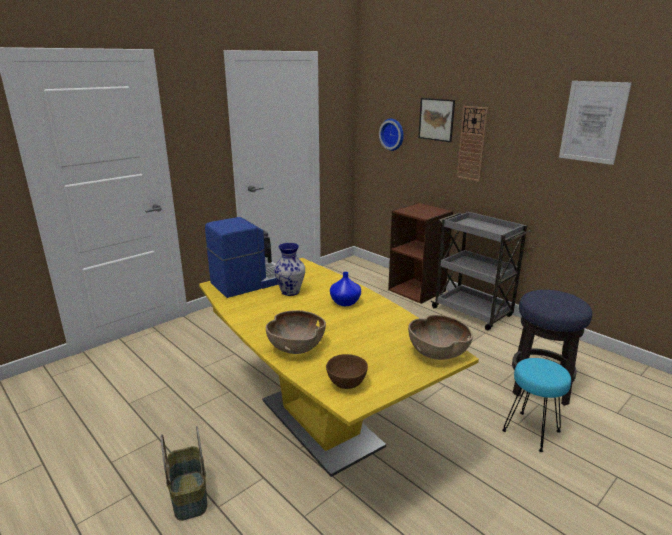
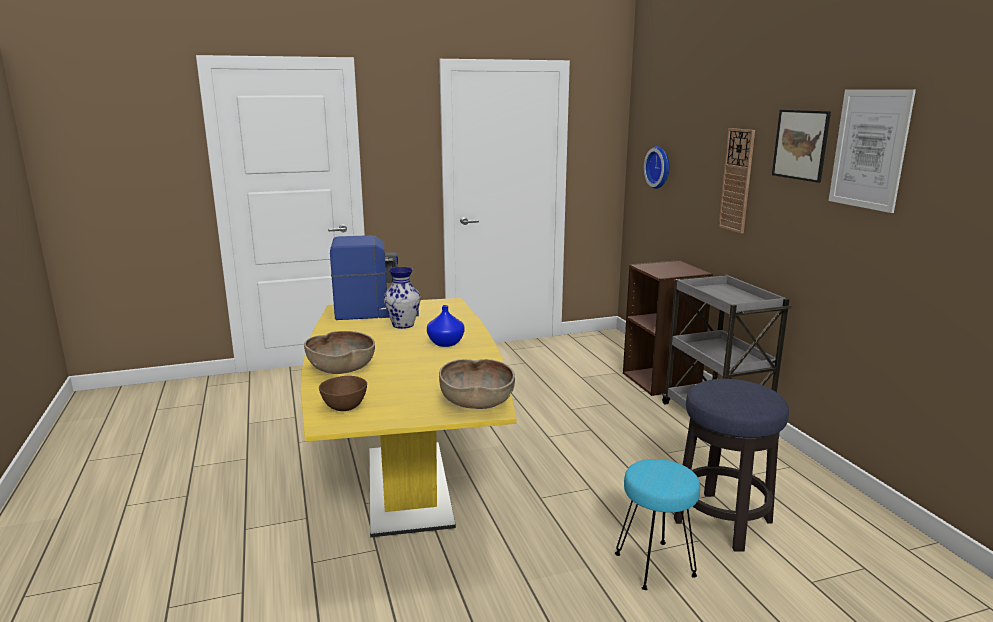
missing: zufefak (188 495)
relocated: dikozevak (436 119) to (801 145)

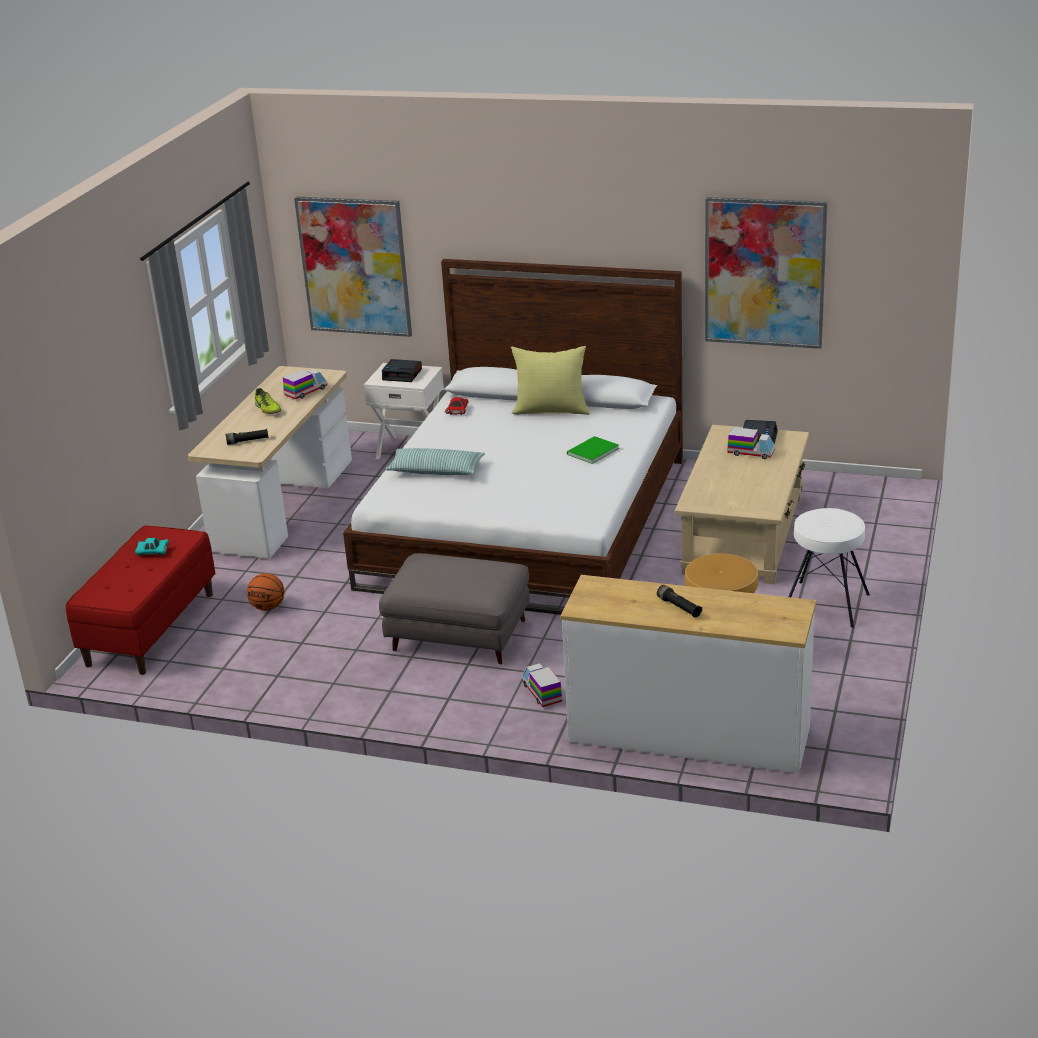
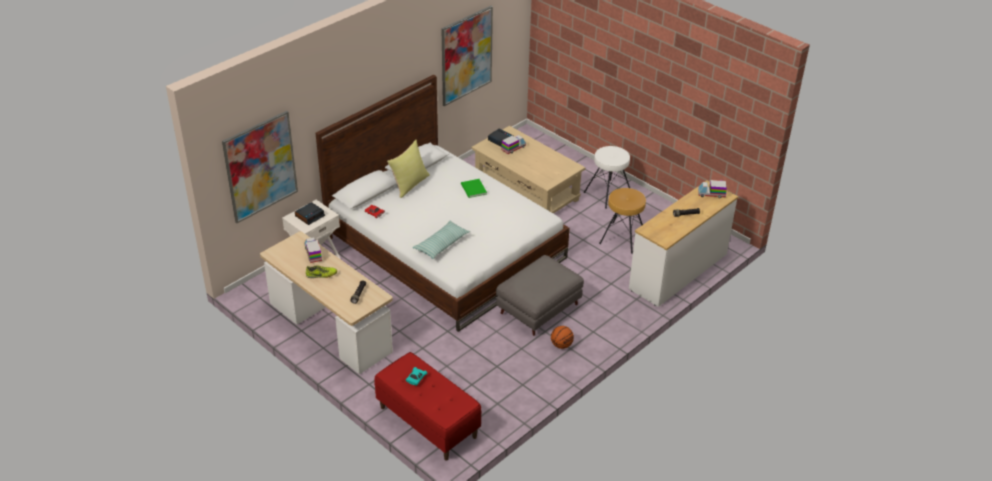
relocated: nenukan (268 607) to (561 345); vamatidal (542 693) to (711 194)

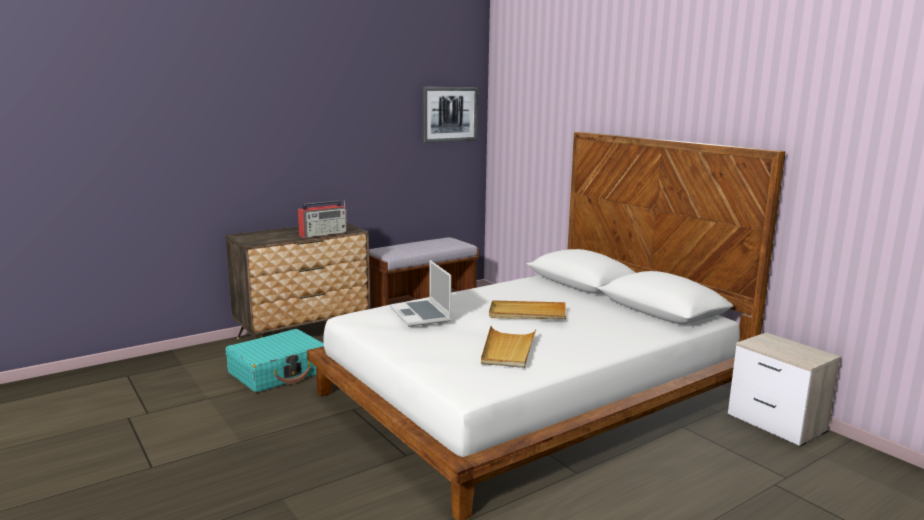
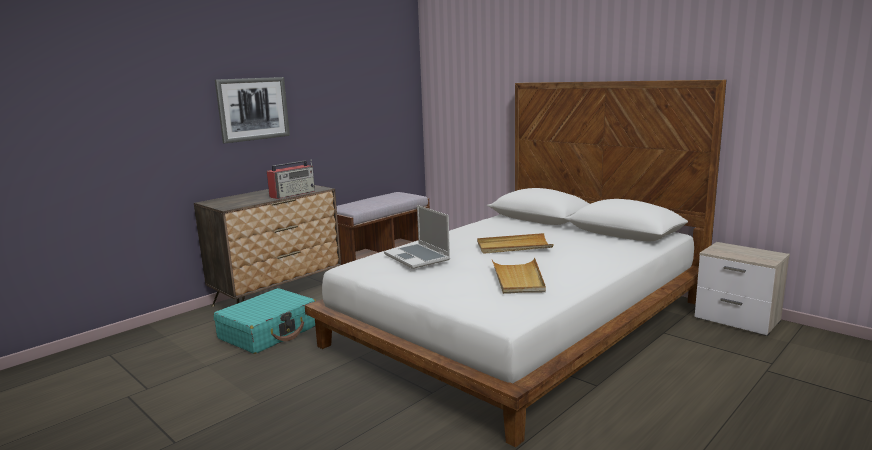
relocated: dikozevak (449 114) to (253 109)

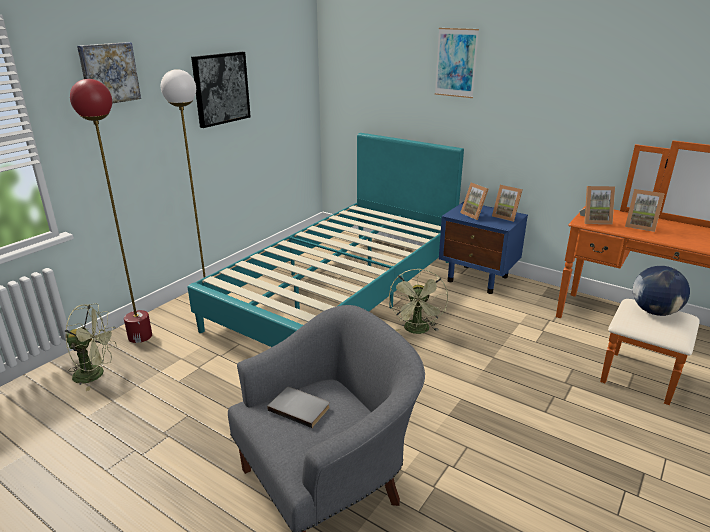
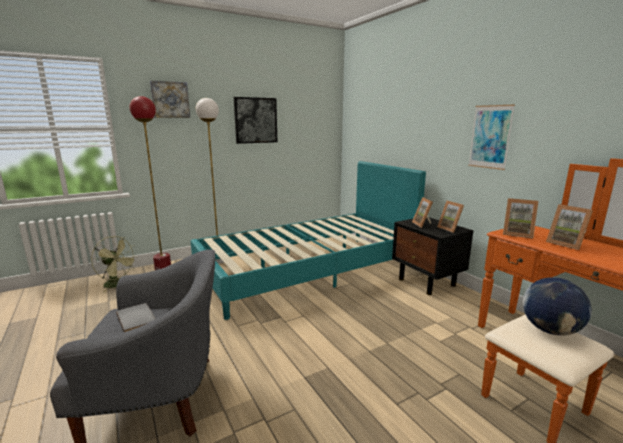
missing: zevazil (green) (417 331)
relocated: dikozevak (456 63) to (490 137)
colour: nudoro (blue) (478 279) to nudoro (black) (427 282)

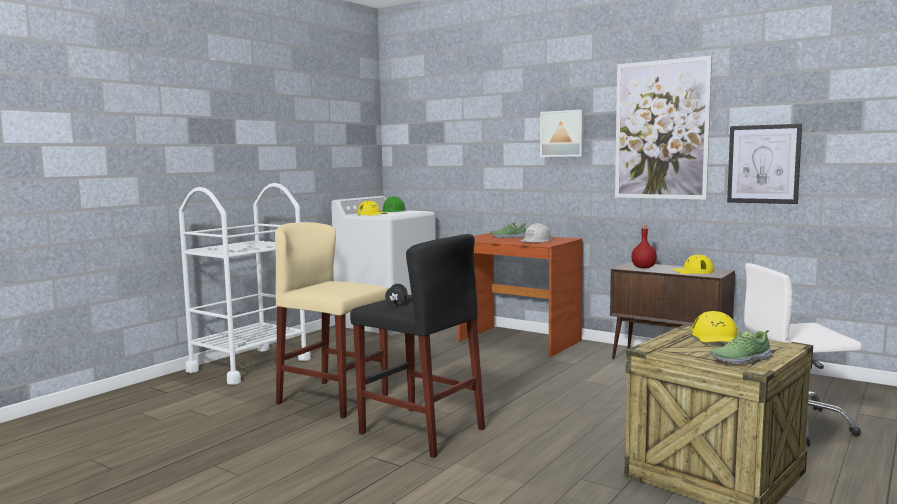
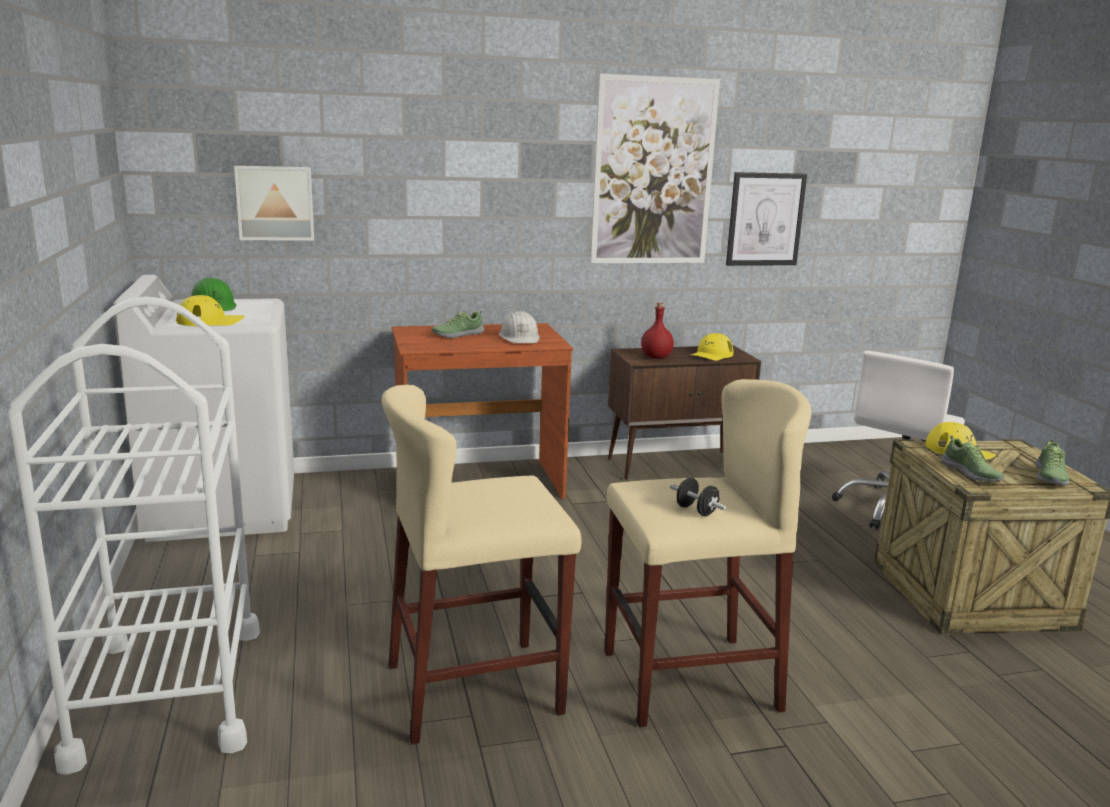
appeared: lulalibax (971 474)
relocated: dikozevak (563 133) to (275 203)
colour: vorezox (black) (421 431) to vorezox (beige) (689 680)

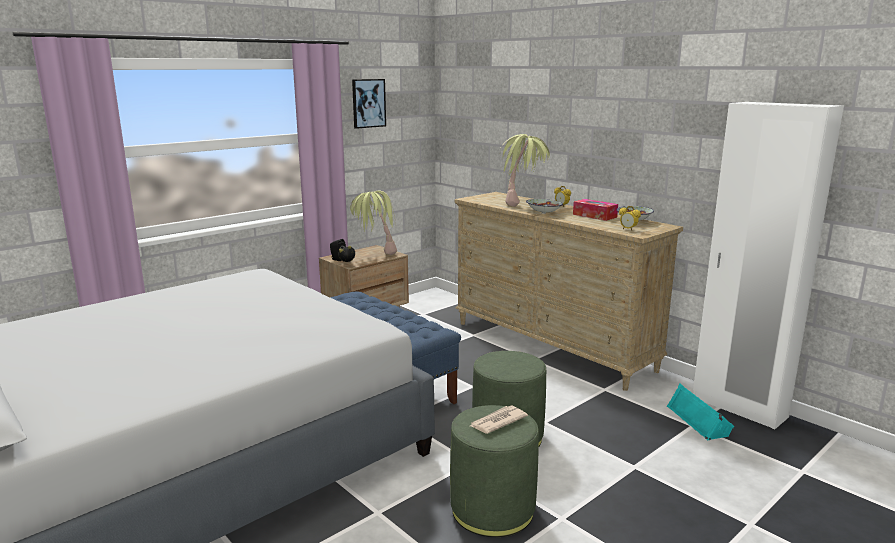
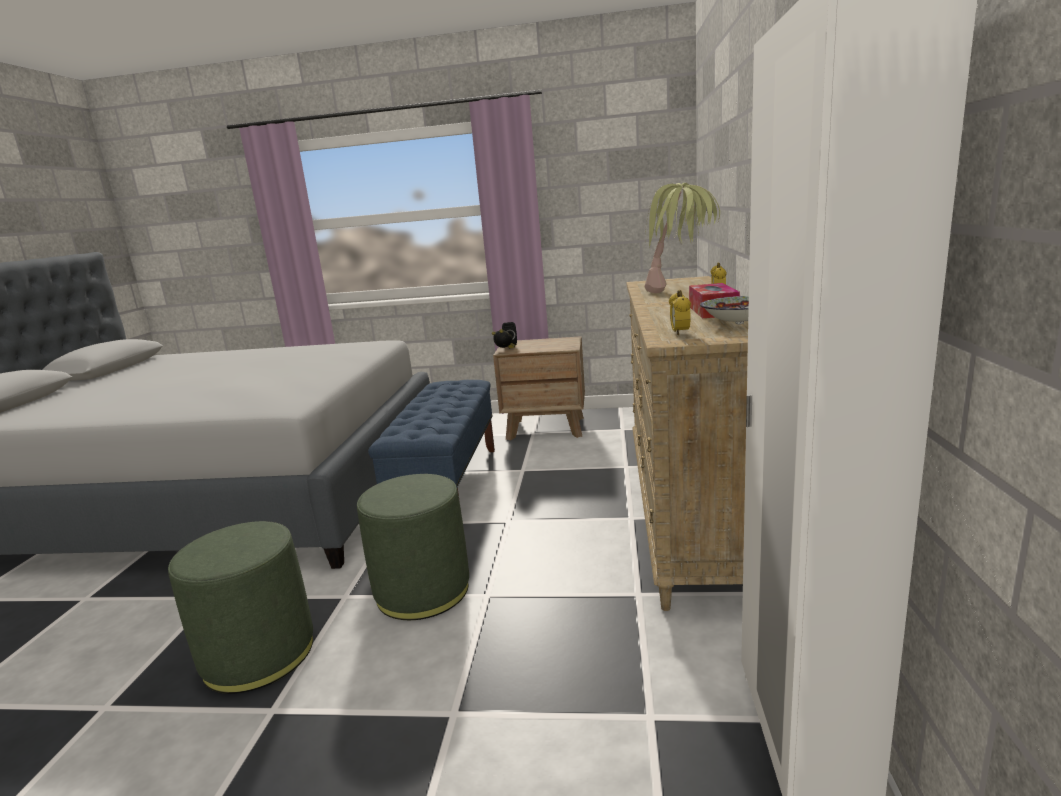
missing: dikozevak (368 103); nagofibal (374 255); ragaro (543 213); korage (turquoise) (699 420); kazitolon (497 422)

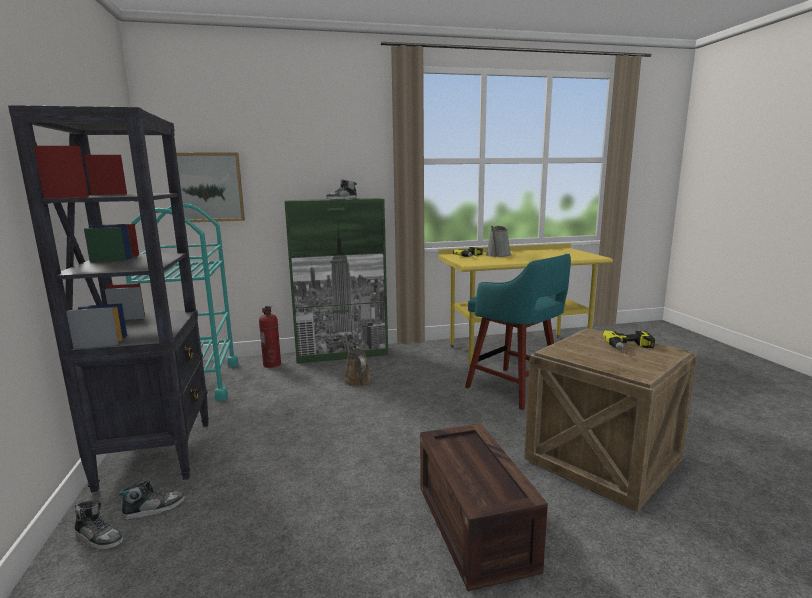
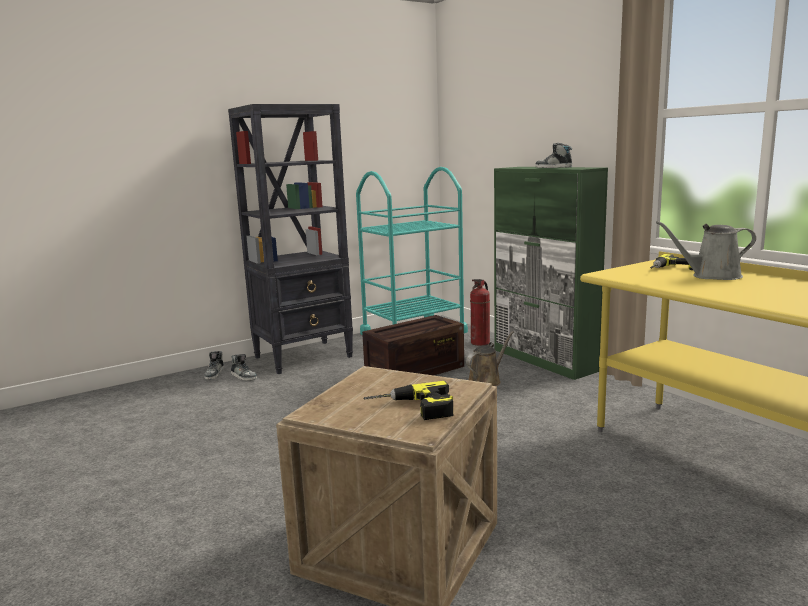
missing: dikozevak (206 187); vorezox (turquoise) (515 389)
relocated: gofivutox (477 527) to (414 371)

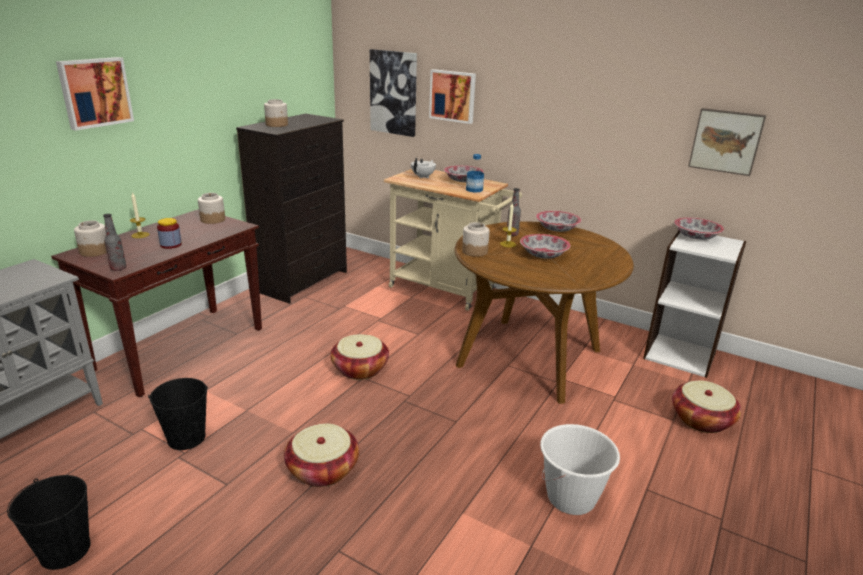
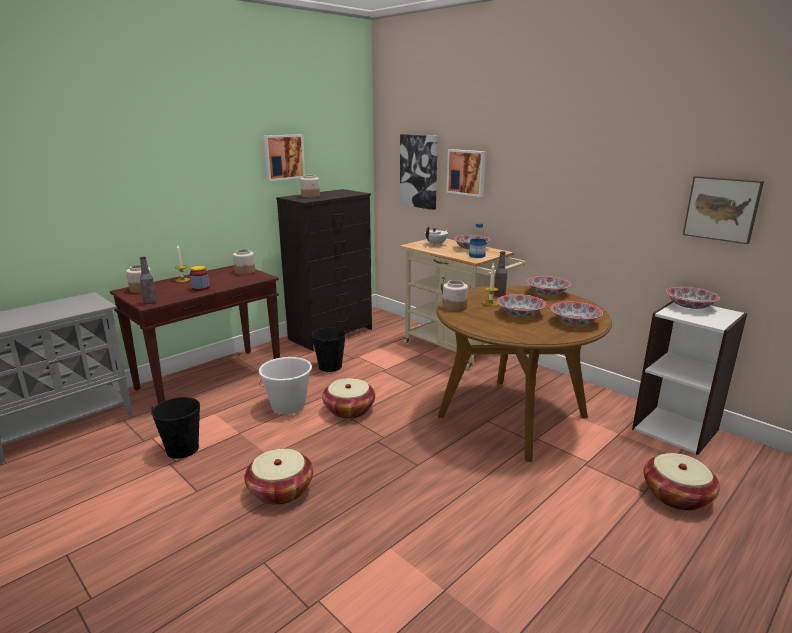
appeared: ragaro (574 322)
relocated: dikozevak (94 92) to (283 157); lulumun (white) (571 498) to (288 406); lulumun (black) (65 550) to (330 366)

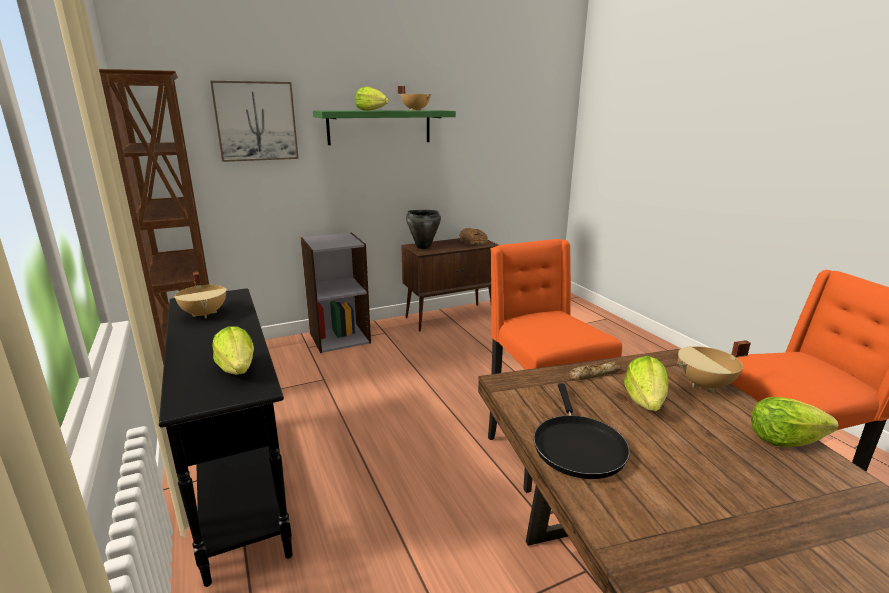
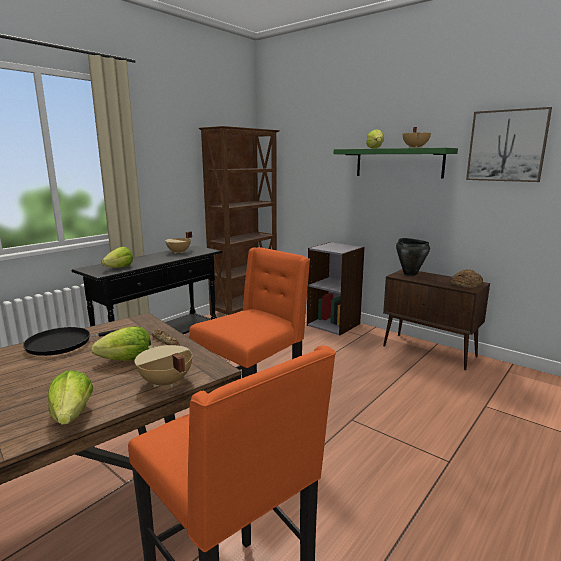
relocated: dikozevak (256 121) to (506 146)

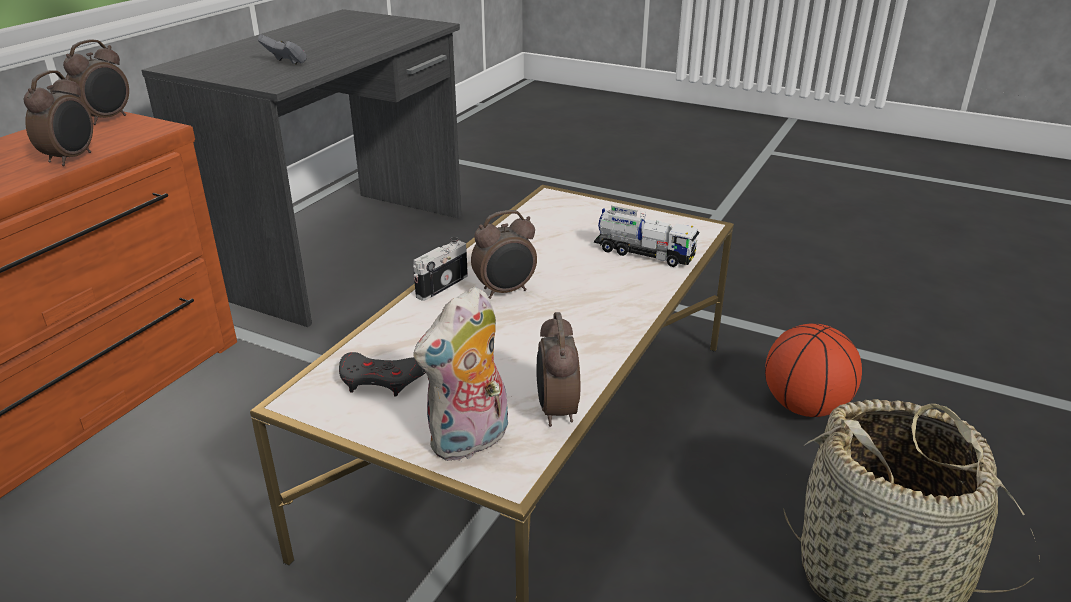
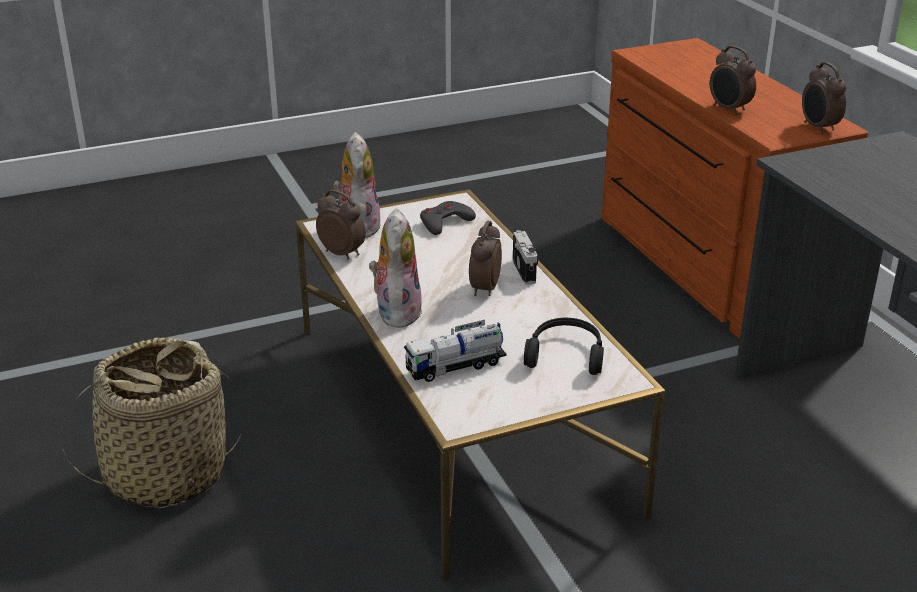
missing: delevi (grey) (286 63); nenukan (805 406)
appeared: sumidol (396 311); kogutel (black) (566 354)

